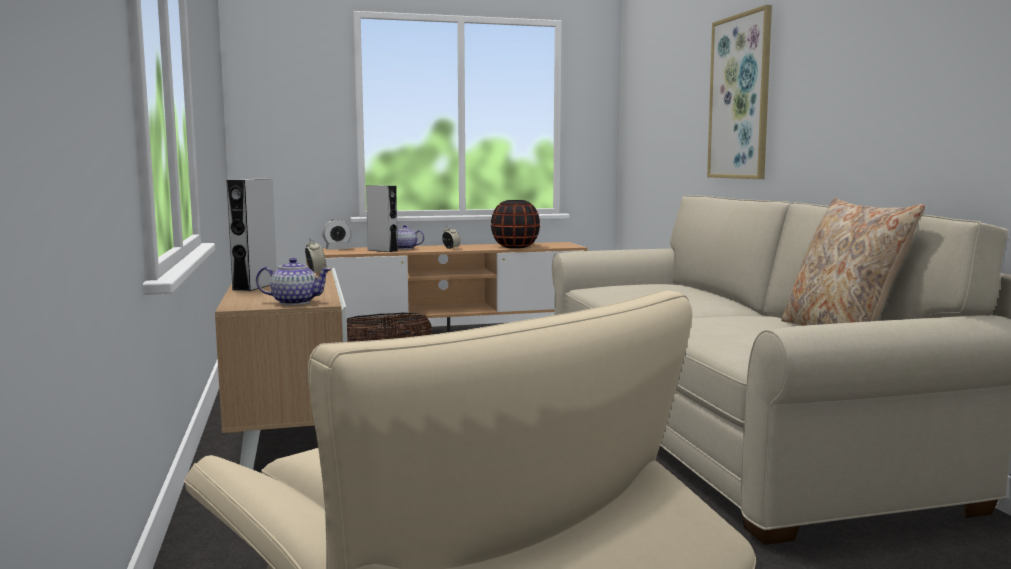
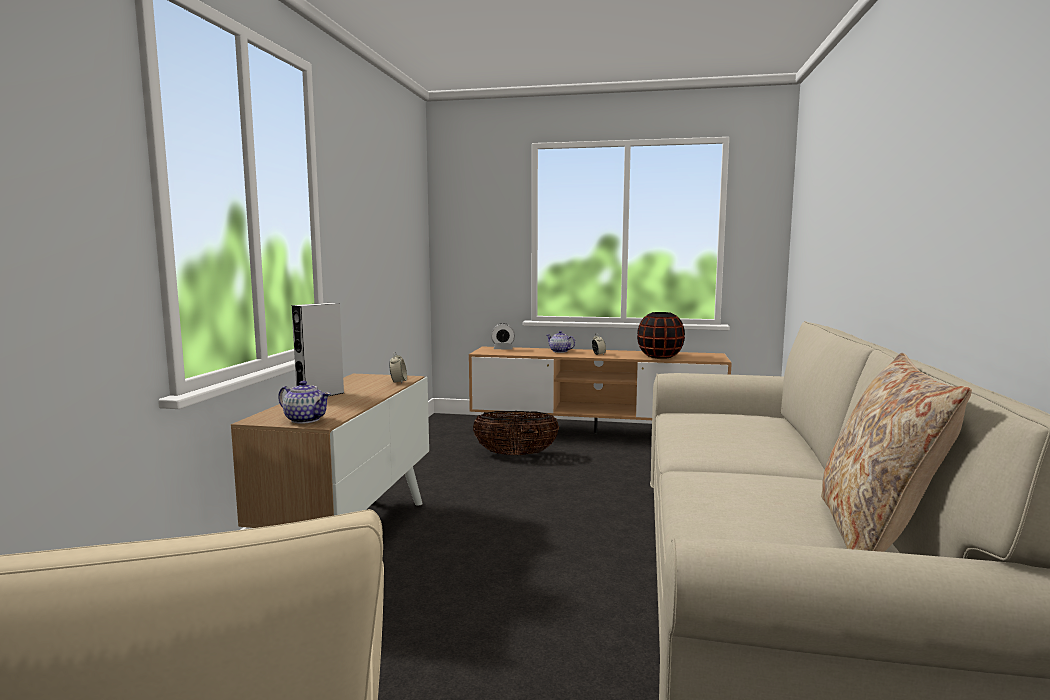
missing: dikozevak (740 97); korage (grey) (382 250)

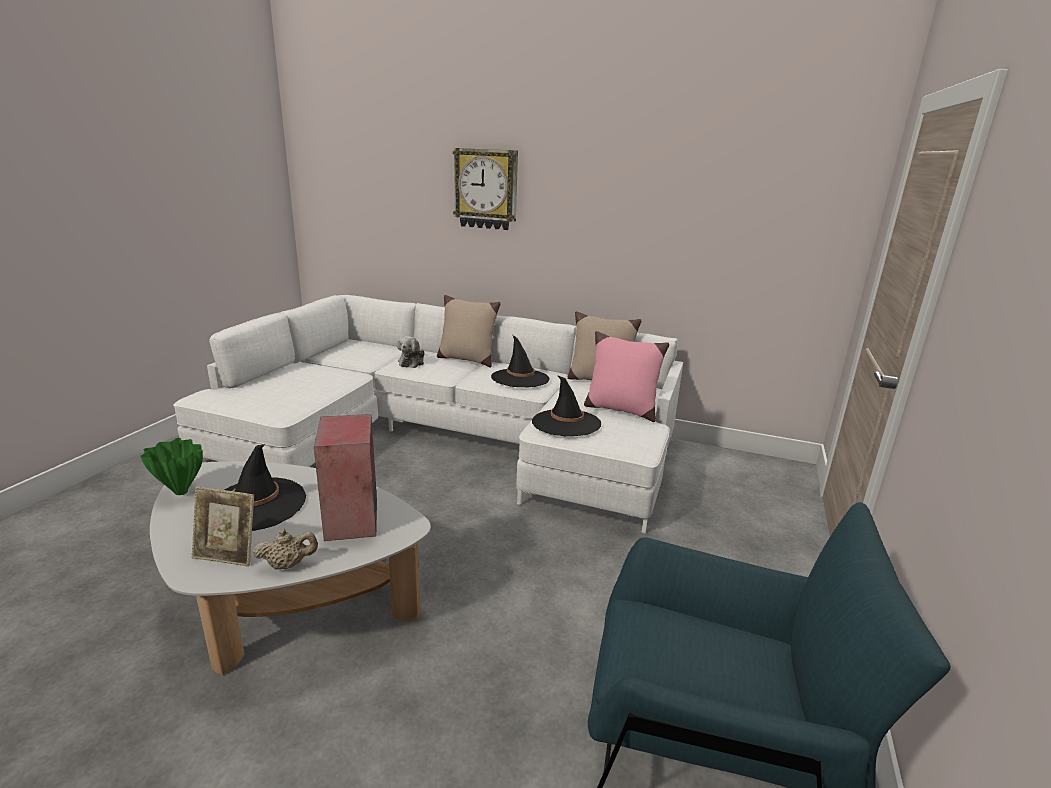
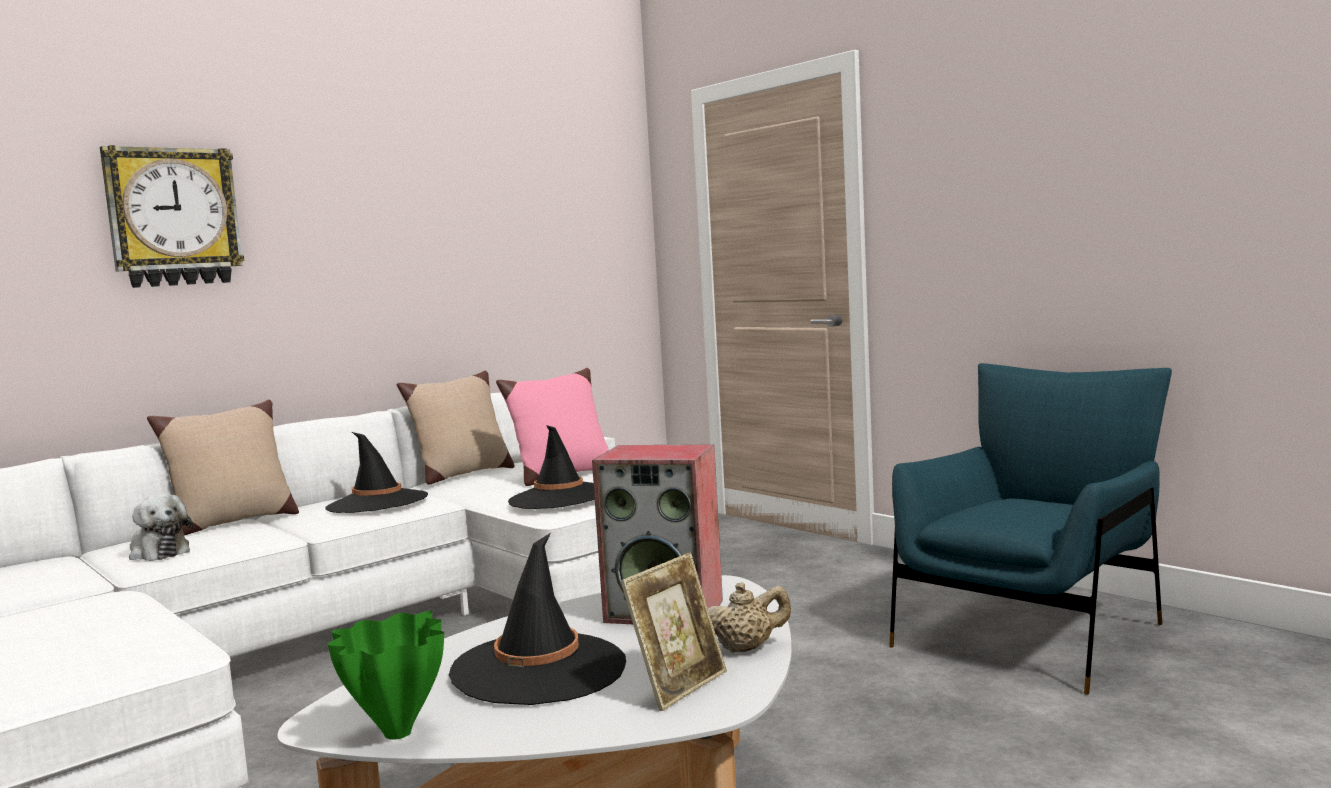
spun: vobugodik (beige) (288 565) = (746 648) 60 degrees clockwise

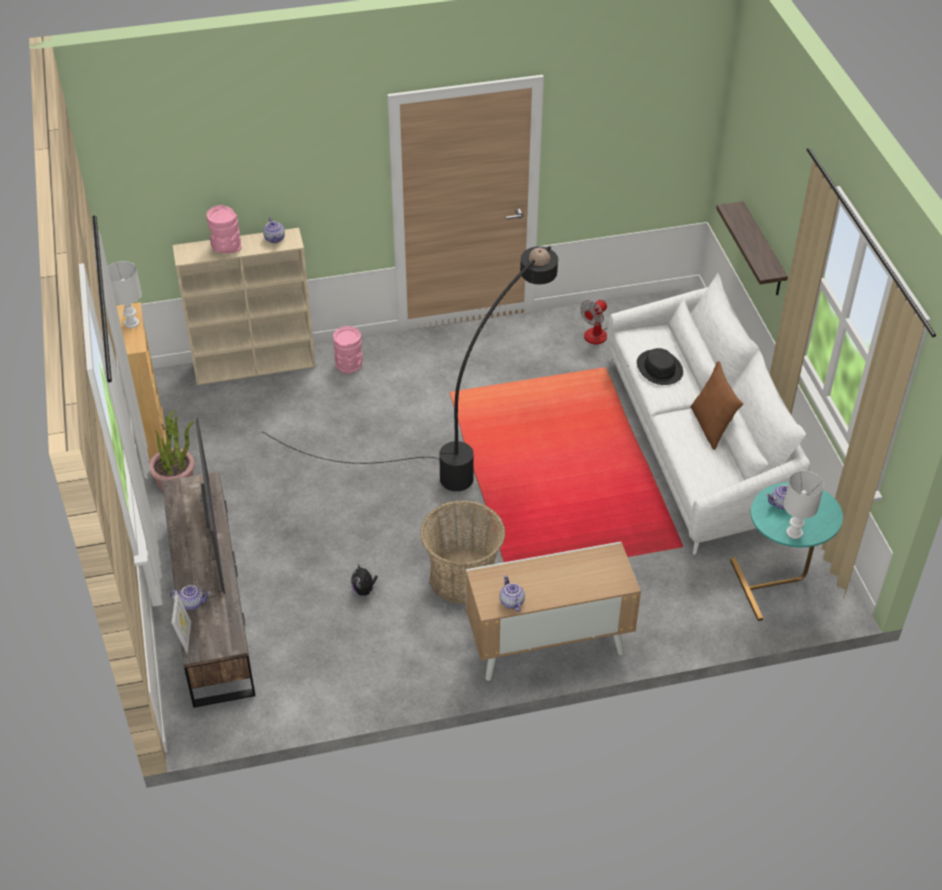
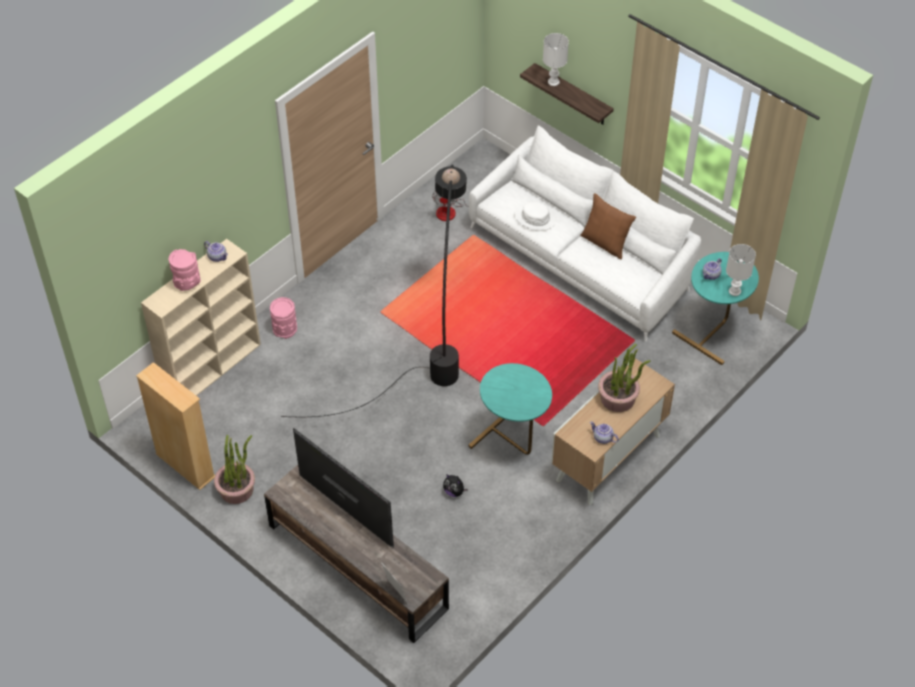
missing: vobugodik (192 603)
appeared: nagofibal (618 398)
relocated: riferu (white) (131 323) to (554 82)
exchanged: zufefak (462 577) to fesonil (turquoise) (512 444)
colour: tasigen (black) (659 368) to tasigen (white) (535 217)

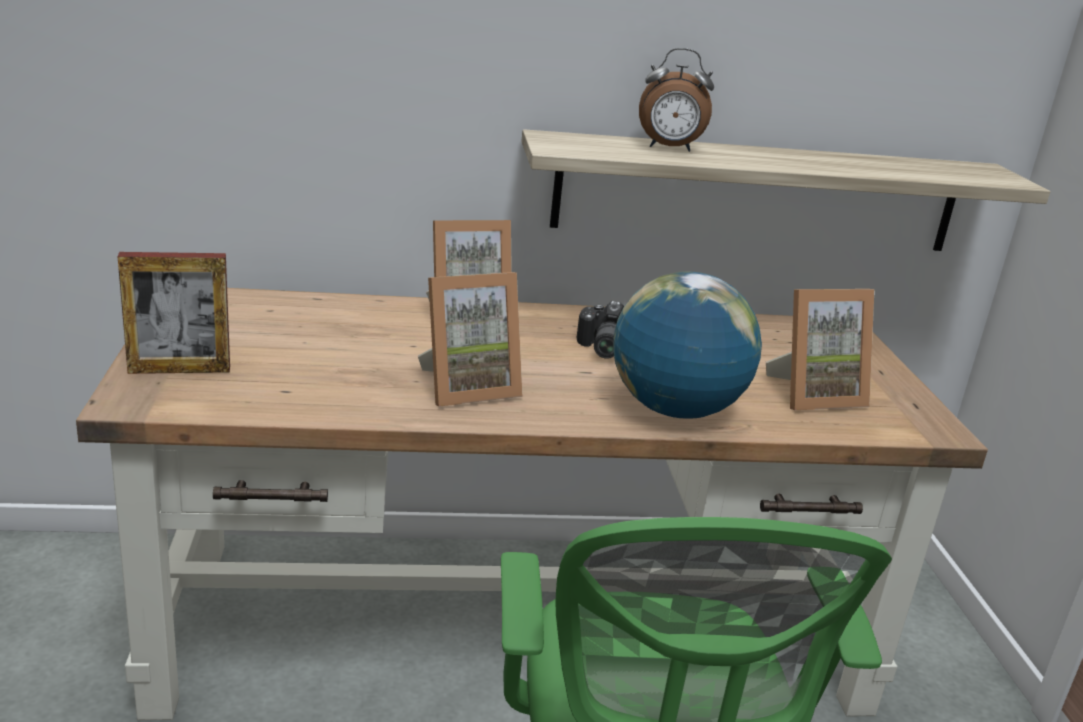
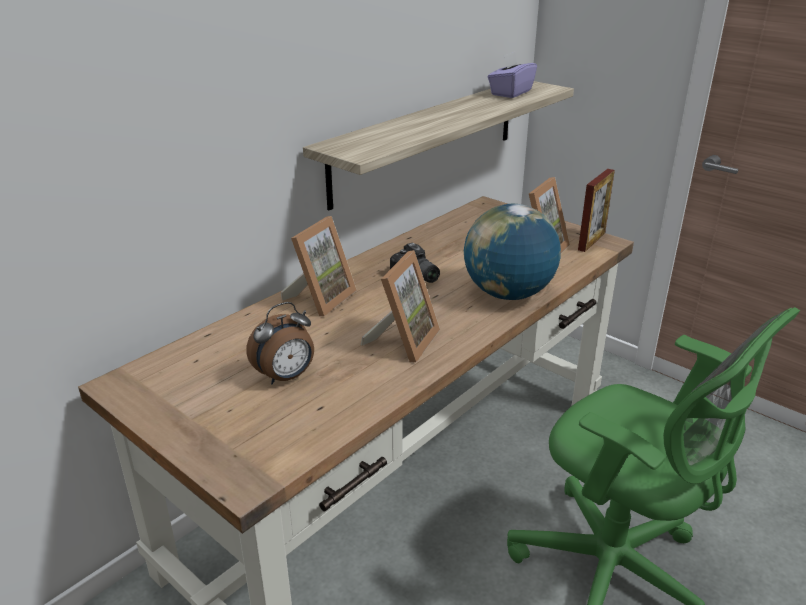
appeared: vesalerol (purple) (510 93)
relocated: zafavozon (669 148) to (286 377); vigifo (179 370) to (591 241)

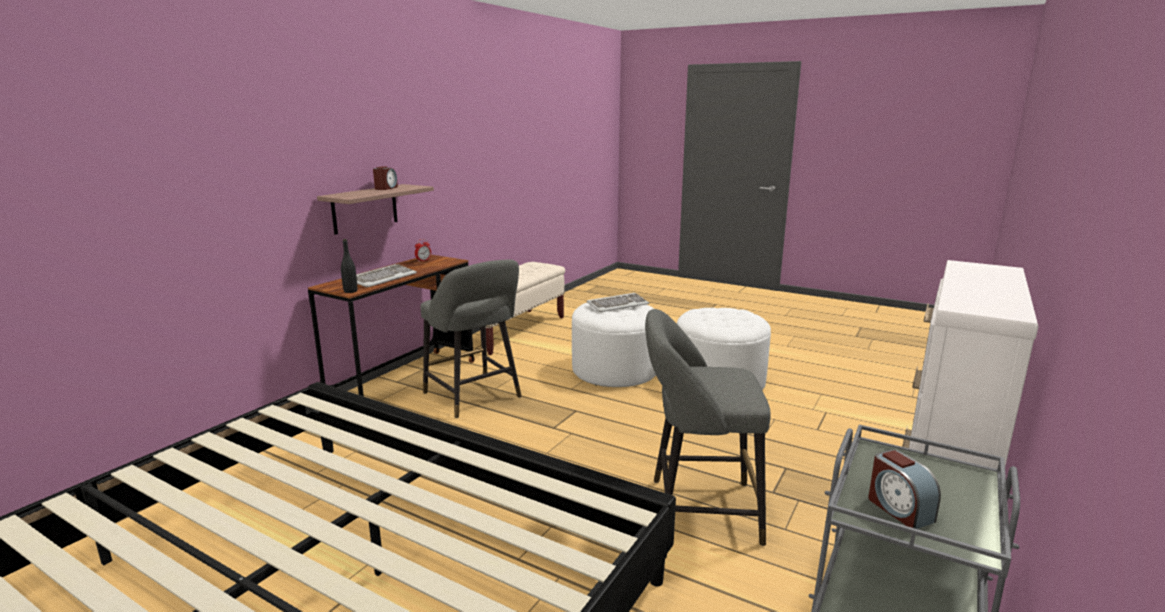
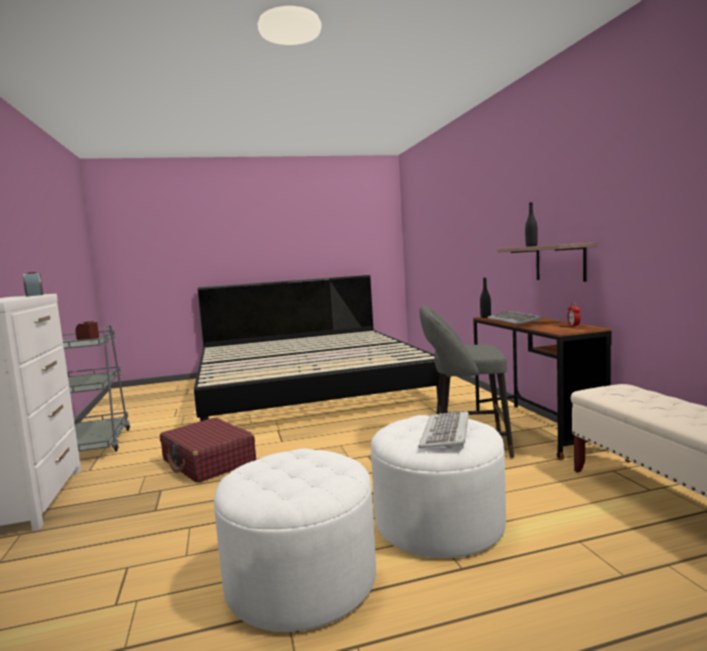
appeared: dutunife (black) (531 246)
relocated: zafavozon (386 188) to (34 295)
exchanged: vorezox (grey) (697 510) to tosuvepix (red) (208 462)

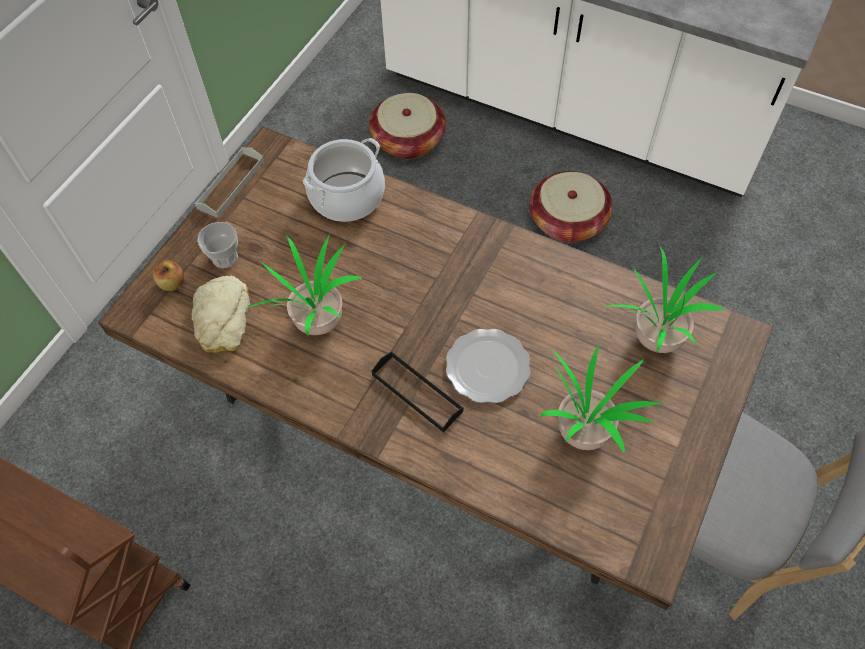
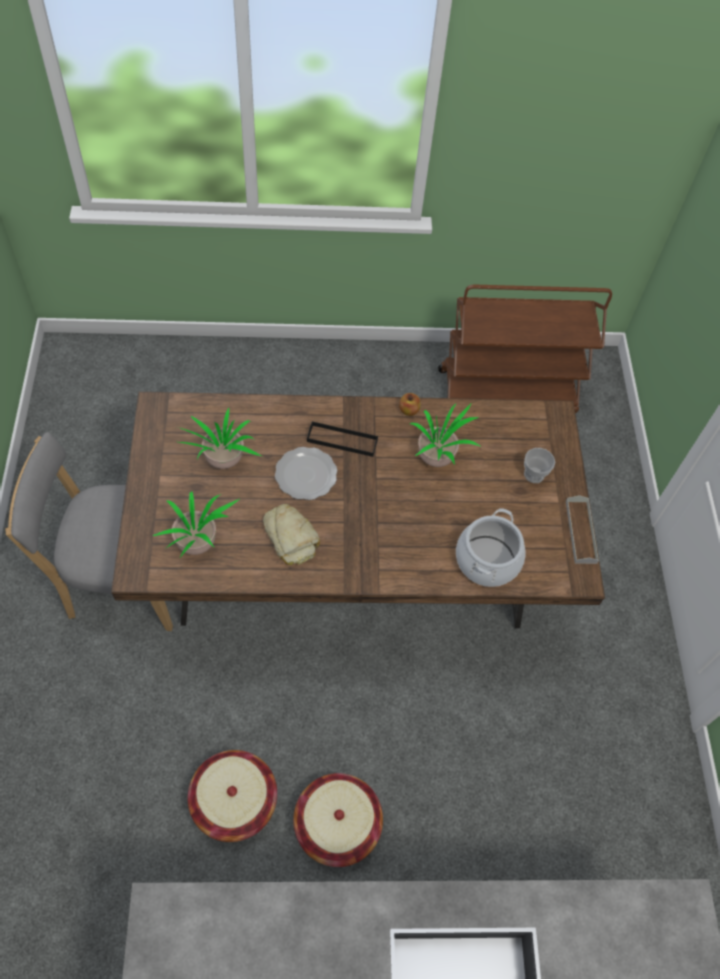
relocated: zufefak (408 141) to (234 801); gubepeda (172 283) to (409 410); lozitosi (222 319) to (291 537)

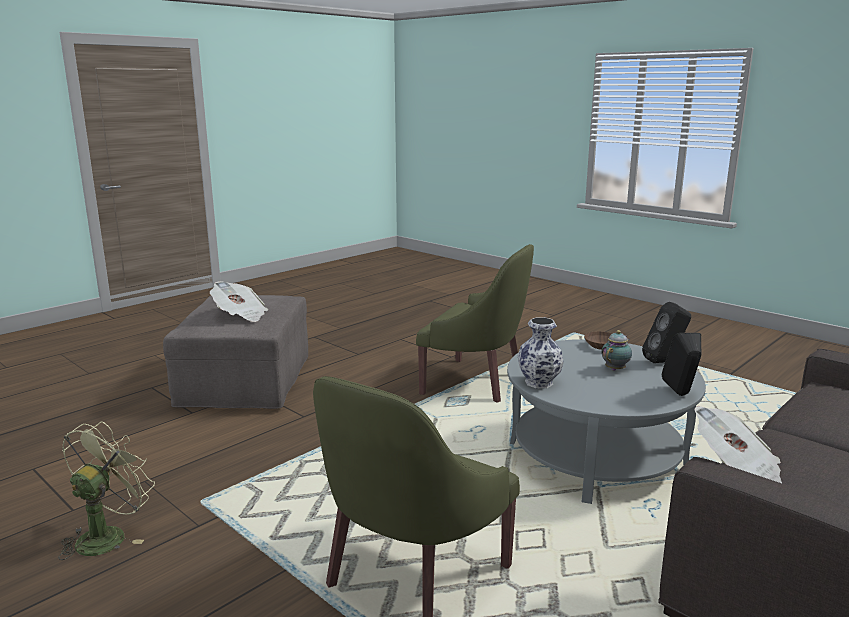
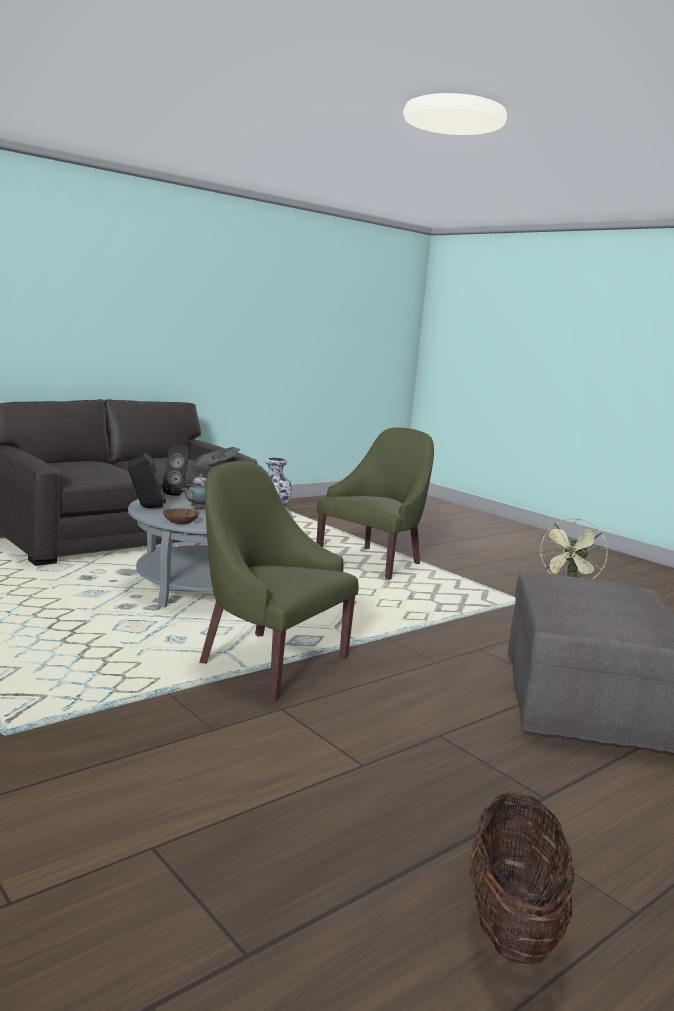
missing: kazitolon (240 315)
appeared: zufefak (512 924)

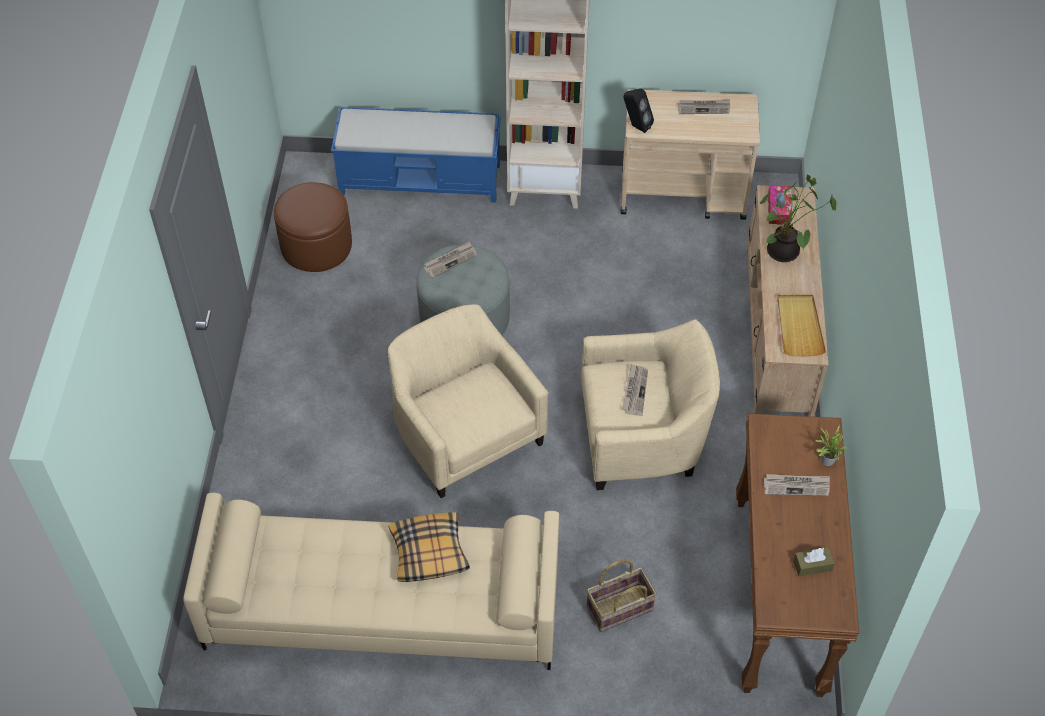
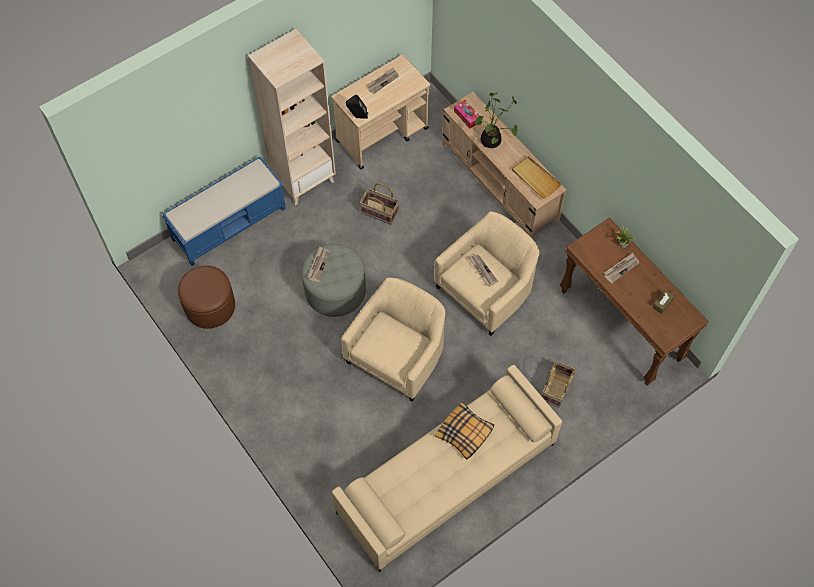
appeared: zufefak (379 212)
spun: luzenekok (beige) (465 434) = (398 355) 105 degrees clockwise

